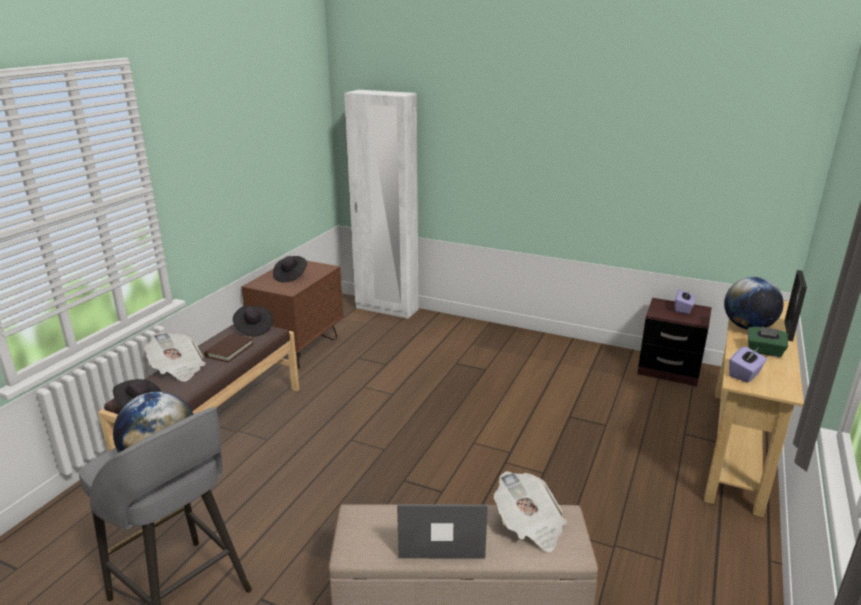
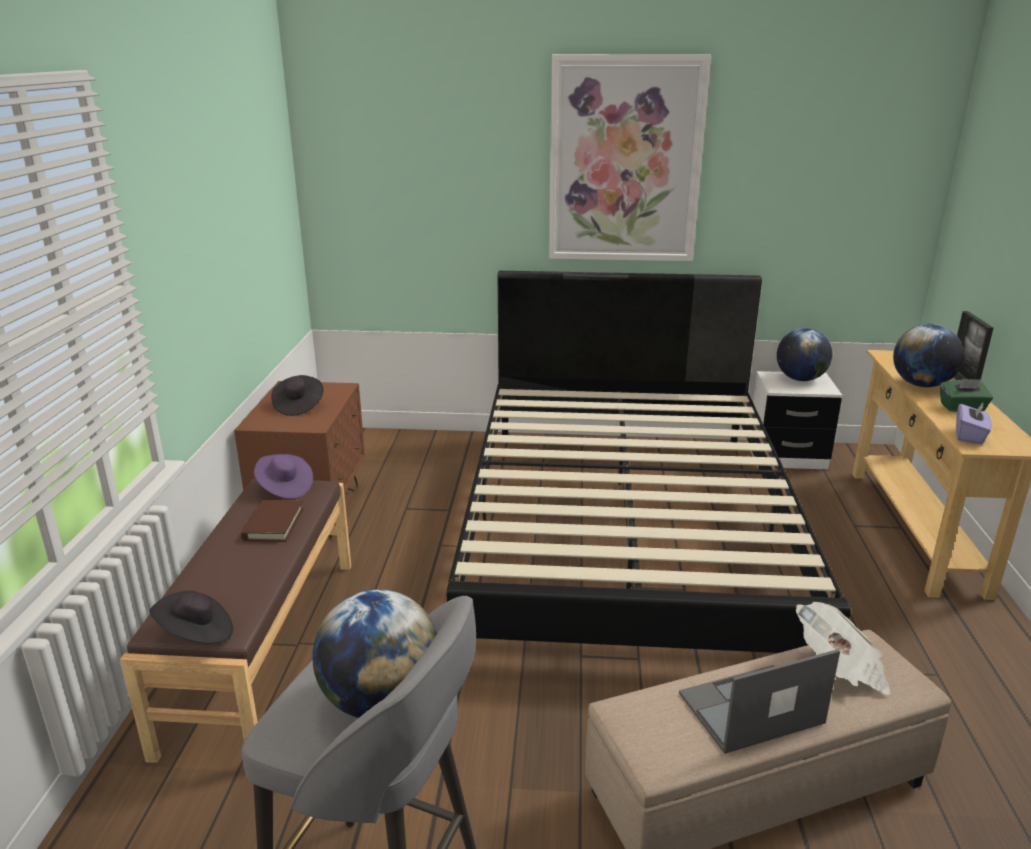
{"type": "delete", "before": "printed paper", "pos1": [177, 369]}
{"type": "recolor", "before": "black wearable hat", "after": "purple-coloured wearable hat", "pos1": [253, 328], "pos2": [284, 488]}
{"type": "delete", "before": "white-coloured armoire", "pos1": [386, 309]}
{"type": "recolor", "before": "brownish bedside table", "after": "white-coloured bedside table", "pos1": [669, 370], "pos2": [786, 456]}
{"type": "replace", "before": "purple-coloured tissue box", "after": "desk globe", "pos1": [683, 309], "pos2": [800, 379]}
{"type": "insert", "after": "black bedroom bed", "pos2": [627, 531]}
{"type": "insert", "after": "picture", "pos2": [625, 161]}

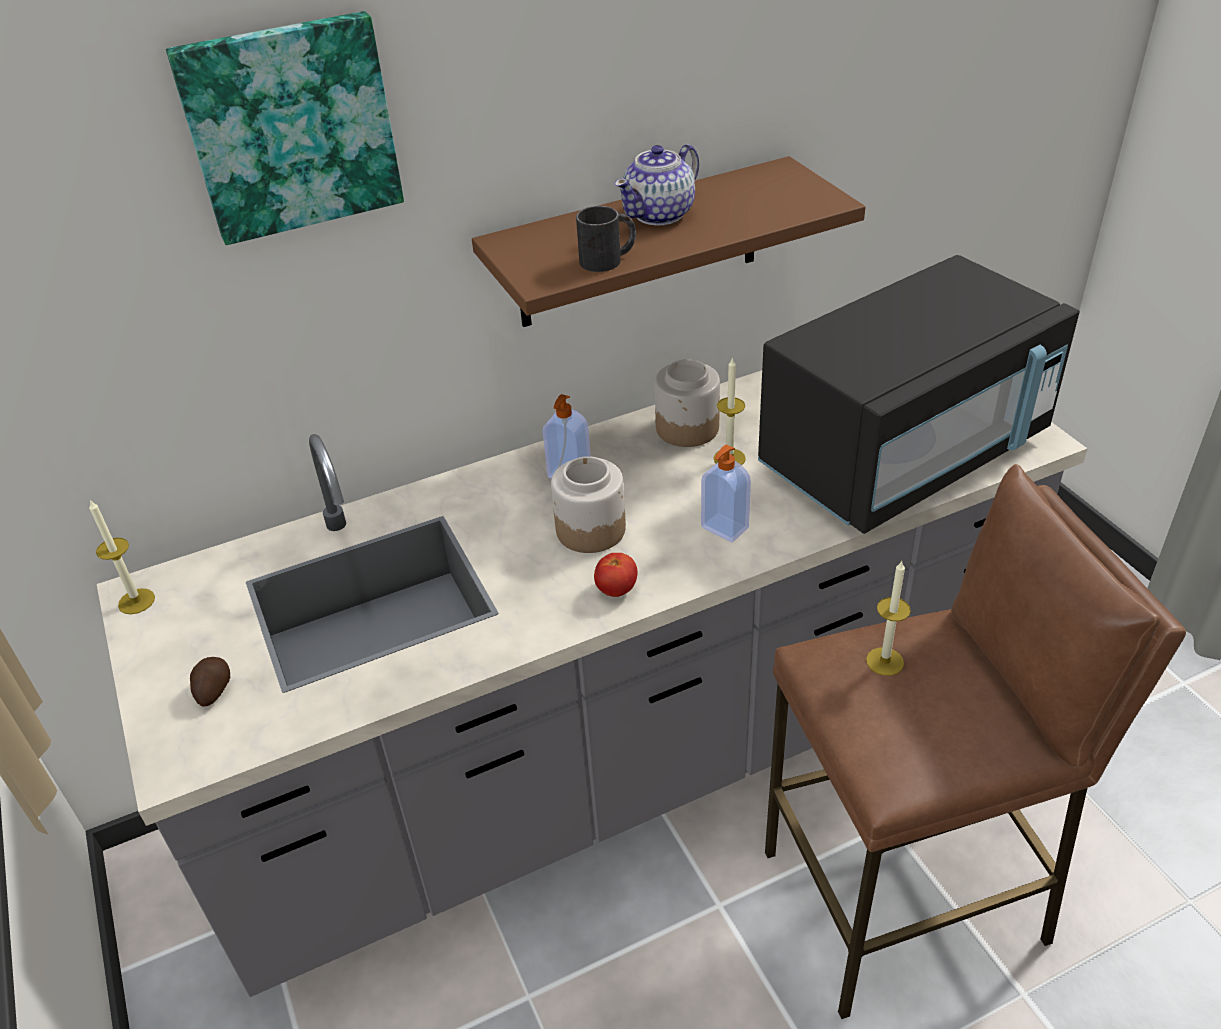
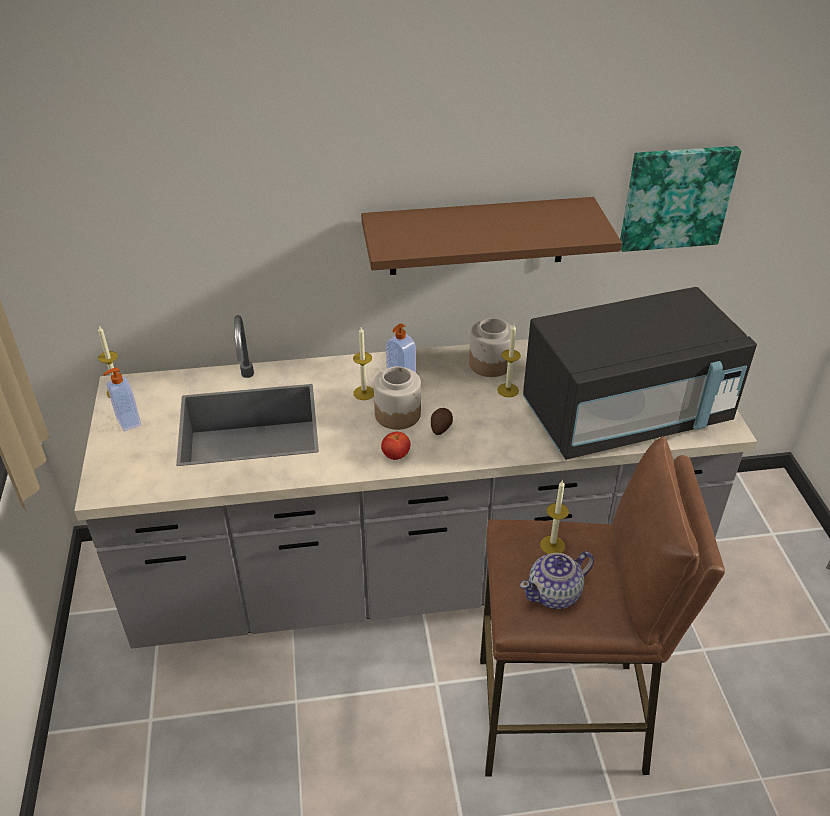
{"type": "move", "before": "picture", "pos1": [291, 127], "pos2": [675, 197]}
{"type": "move", "before": "spud", "pos1": [213, 690], "pos2": [440, 427]}
{"type": "delete", "before": "black coffee mug", "pos1": [608, 259]}
{"type": "move", "before": "teapot", "pos1": [660, 214], "pos2": [555, 594]}
{"type": "move", "before": "liquid soap bottle", "pos1": [723, 529], "pos2": [127, 422]}
{"type": "insert", "after": "candle", "pos2": [364, 393]}

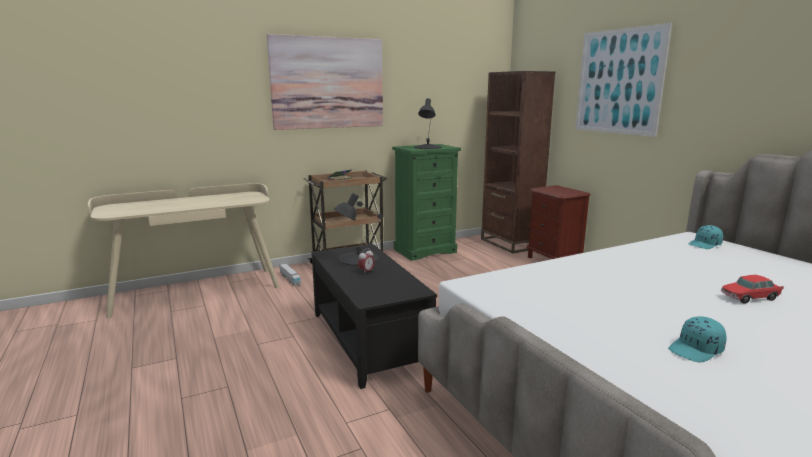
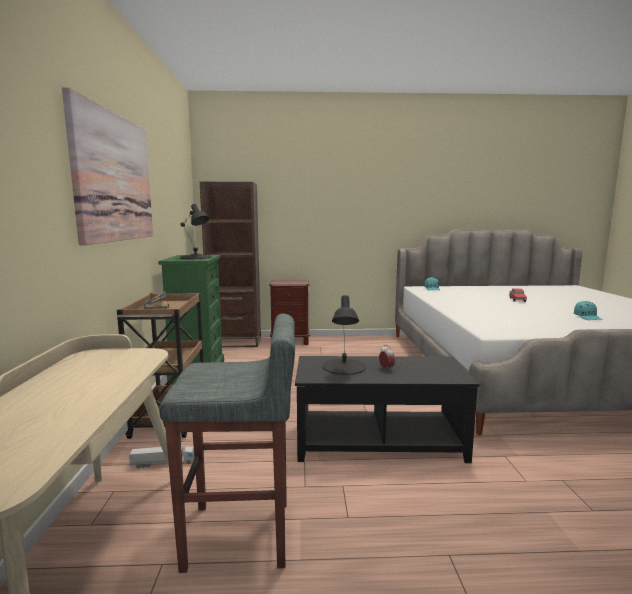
{"type": "delete", "before": "picture", "pos1": [618, 82]}
{"type": "insert", "after": "grey stool seat", "pos2": [240, 535]}

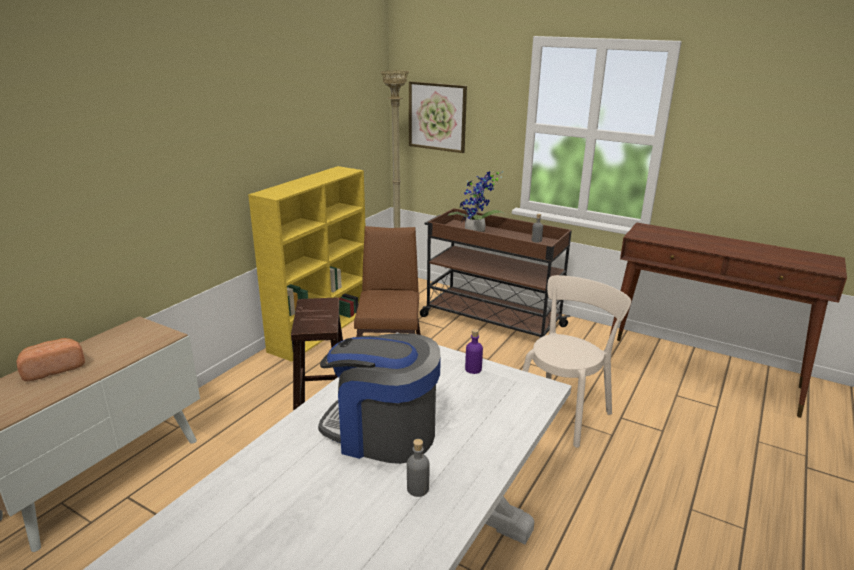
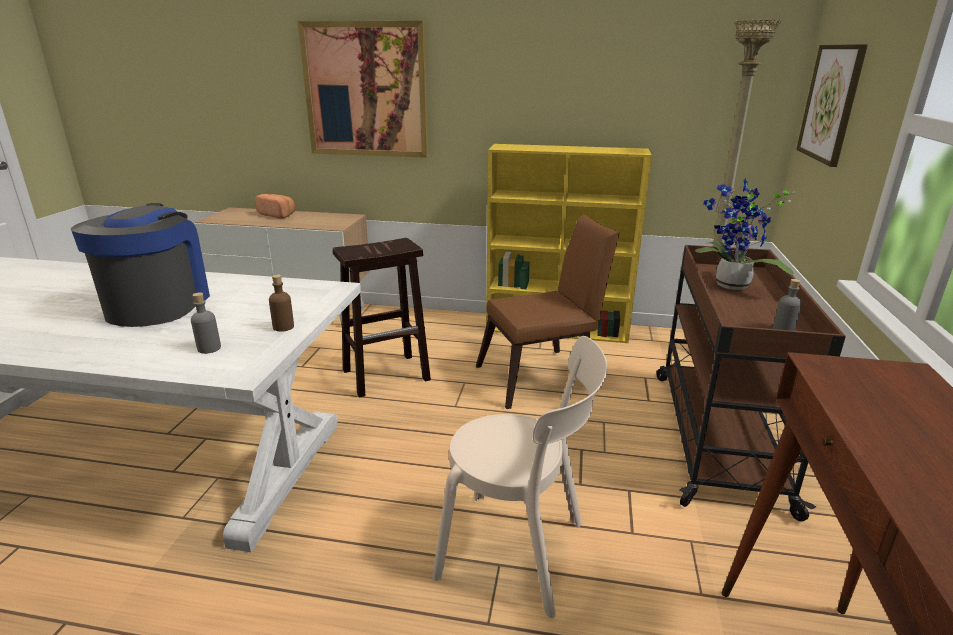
{"type": "move", "before": "grey beverage bottle", "pos1": [418, 489], "pos2": [209, 348]}
{"type": "recolor", "before": "purple-coloured beverage bottle", "after": "brownish beverage bottle", "pos1": [473, 369], "pos2": [283, 327]}
{"type": "insert", "after": "picture", "pos2": [366, 90]}

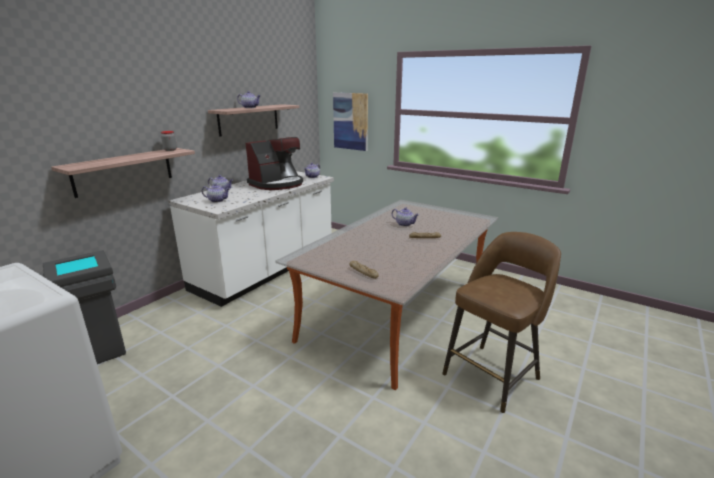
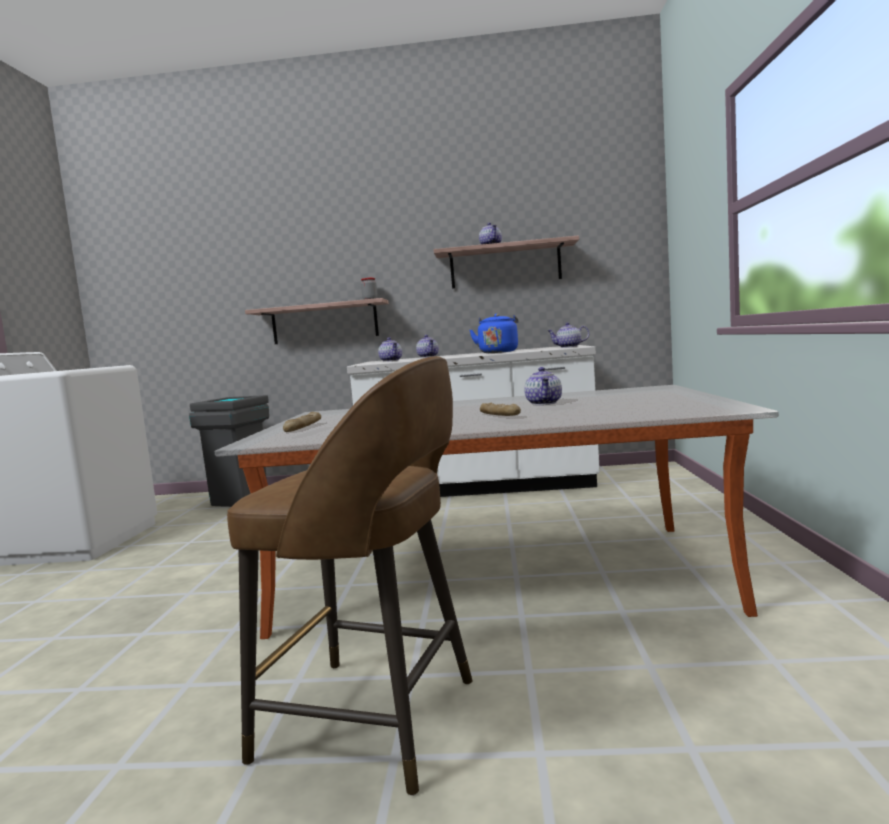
{"type": "replace", "before": "coffee maker", "after": "bluish tea kettle", "pos1": [277, 184], "pos2": [498, 352]}
{"type": "delete", "before": "picture", "pos1": [350, 121]}

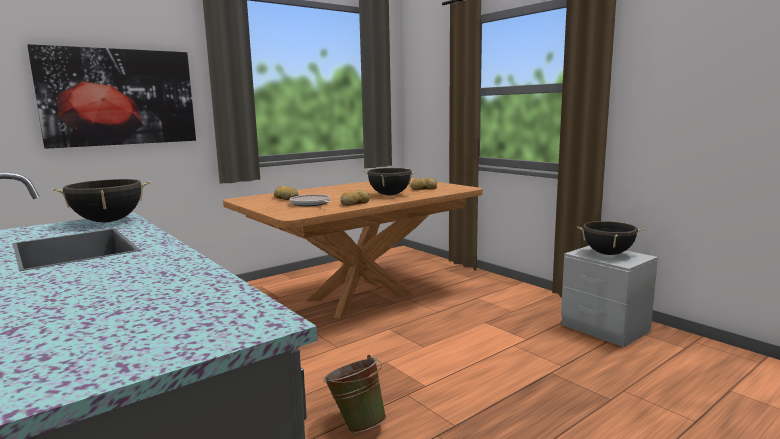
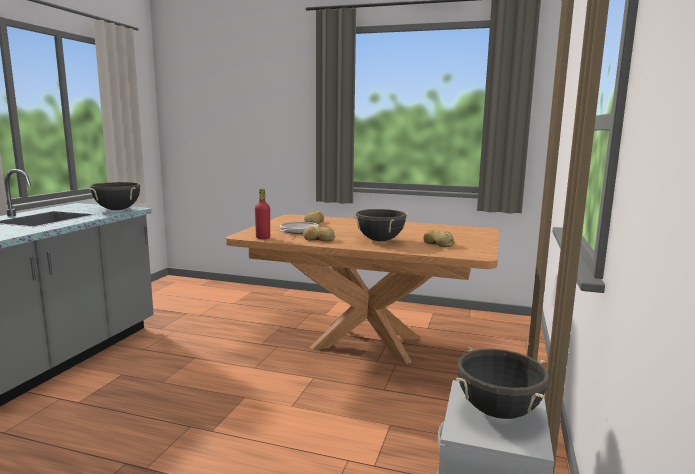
{"type": "delete", "before": "picture", "pos1": [119, 97]}
{"type": "delete", "before": "green-coloured bucket", "pos1": [356, 423]}
{"type": "insert", "after": "red beverage bottle", "pos2": [263, 238]}

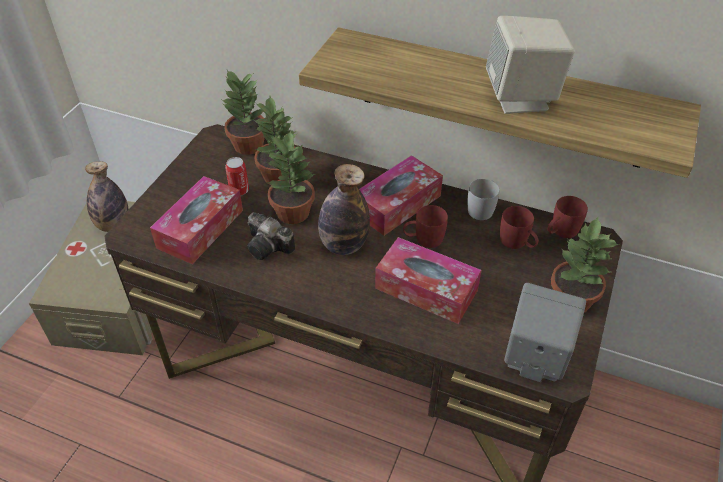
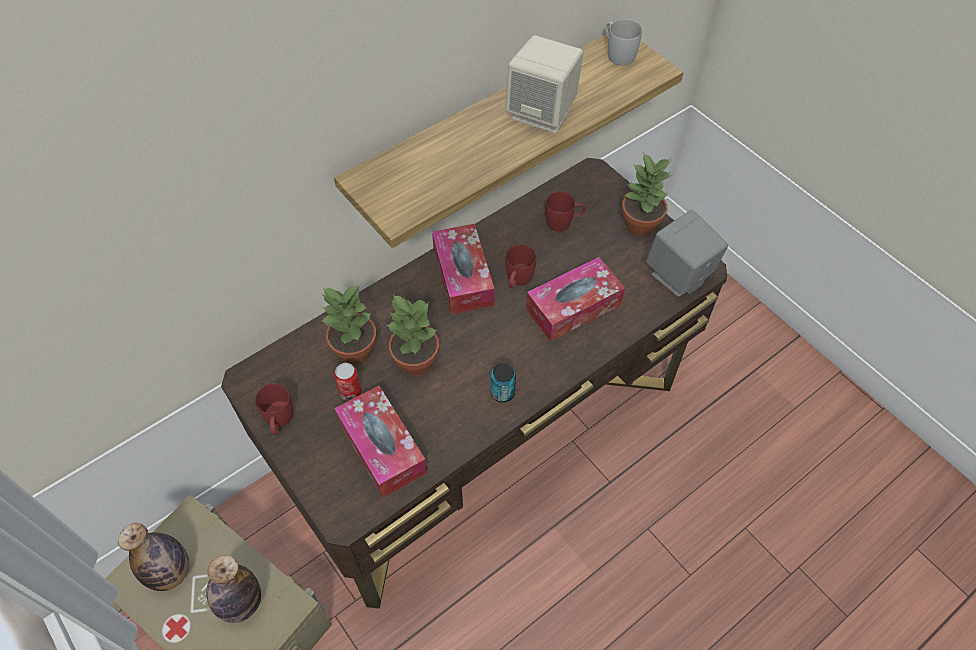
{"type": "delete", "before": "houseplant", "pos1": [247, 145]}
{"type": "delete", "before": "still camera", "pos1": [270, 247]}
{"type": "move", "before": "beverage bottle", "pos1": [343, 245], "pos2": [241, 603]}
{"type": "move", "before": "white-coloured coffee mug", "pos1": [482, 208], "pos2": [617, 54]}
{"type": "move", "before": "red coffee mug", "pos1": [560, 232], "pos2": [279, 421]}
{"type": "insert", "after": "metal can", "pos2": [502, 393]}

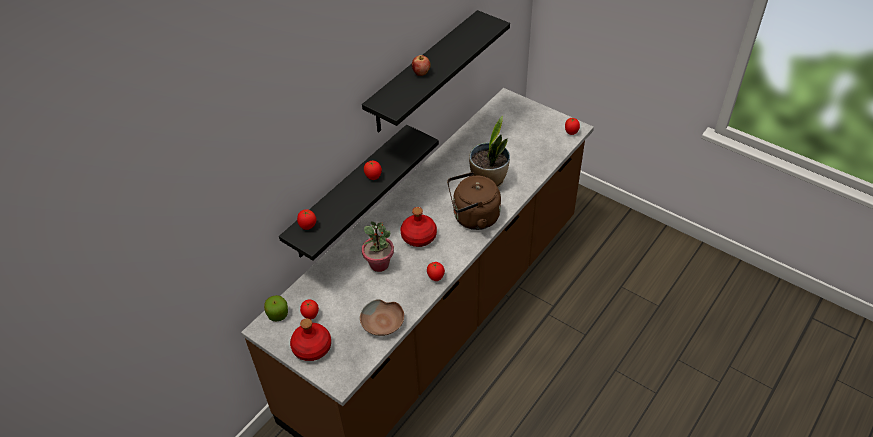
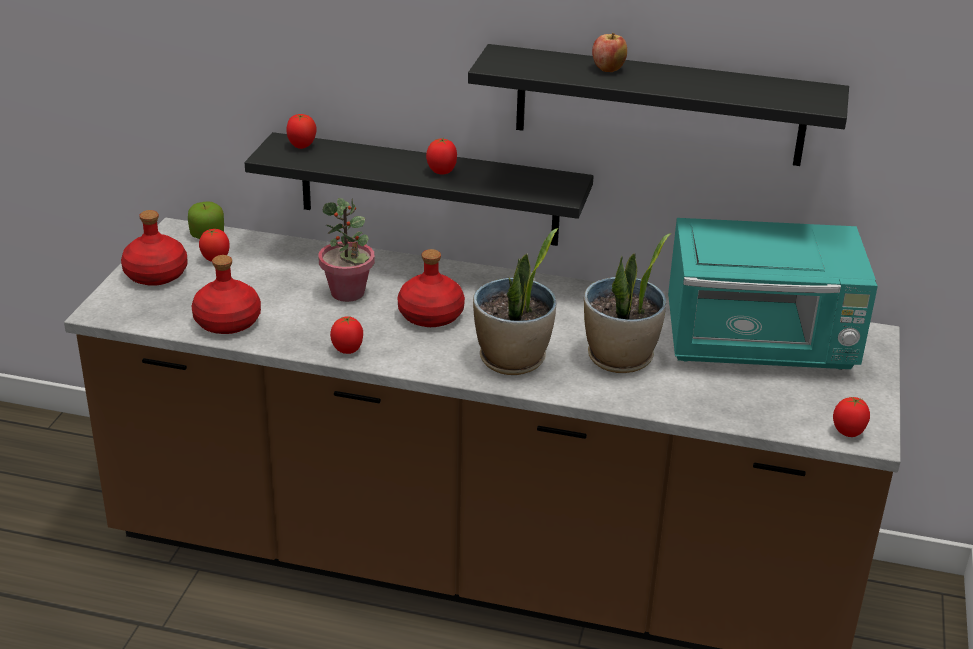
{"type": "replace", "before": "brownish bowl", "after": "red beverage bottle", "pos1": [383, 322], "pos2": [228, 322]}
{"type": "replace", "before": "brownish tea kettle", "after": "houseplant", "pos1": [473, 217], "pos2": [513, 360]}
{"type": "insert", "after": "turquoise microwave oven", "pos2": [761, 345]}

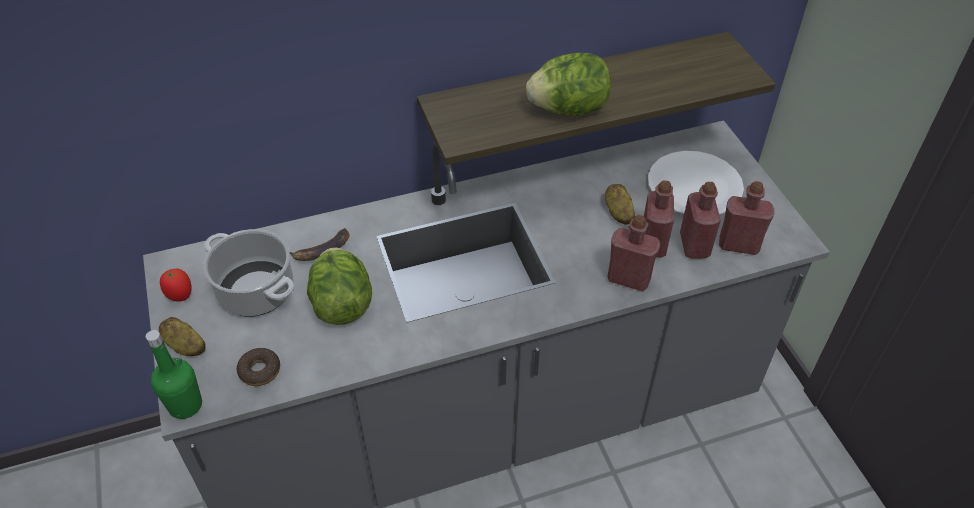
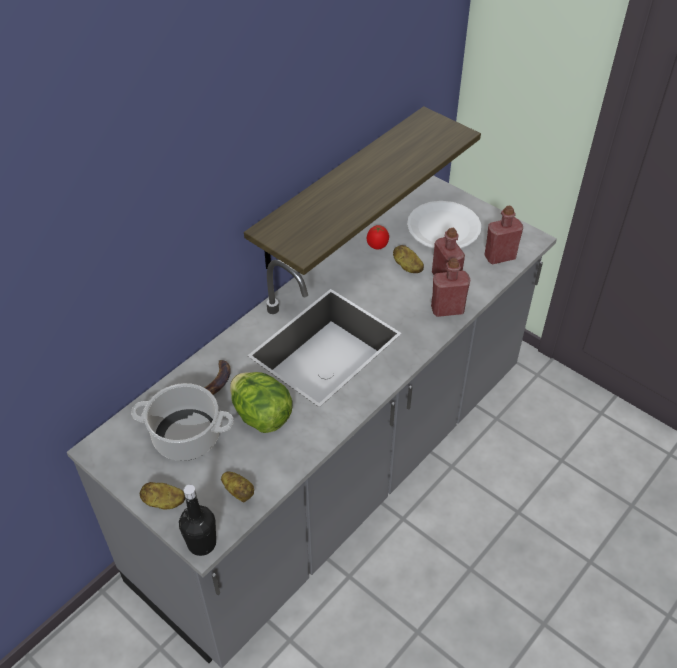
{"type": "recolor", "before": "green-coloured beverage bottle", "after": "black beverage bottle", "pos1": [185, 405], "pos2": [202, 543]}
{"type": "move", "before": "fresh tomato", "pos1": [180, 295], "pos2": [377, 246]}
{"type": "replace", "before": "doughnut", "after": "spud", "pos1": [260, 371], "pos2": [238, 491]}
{"type": "delete", "before": "lettuce head", "pos1": [569, 109]}
{"type": "delete", "before": "red beverage bottle", "pos1": [694, 245]}

